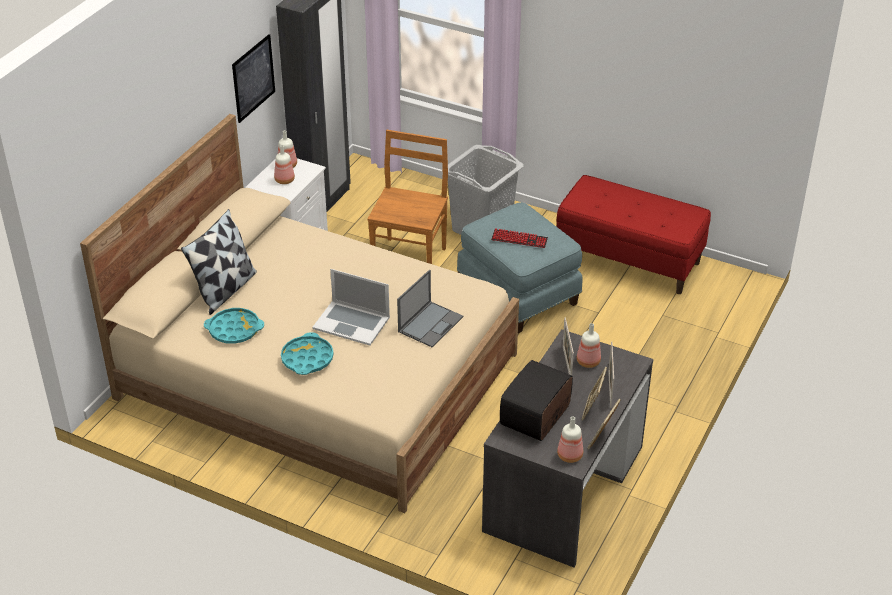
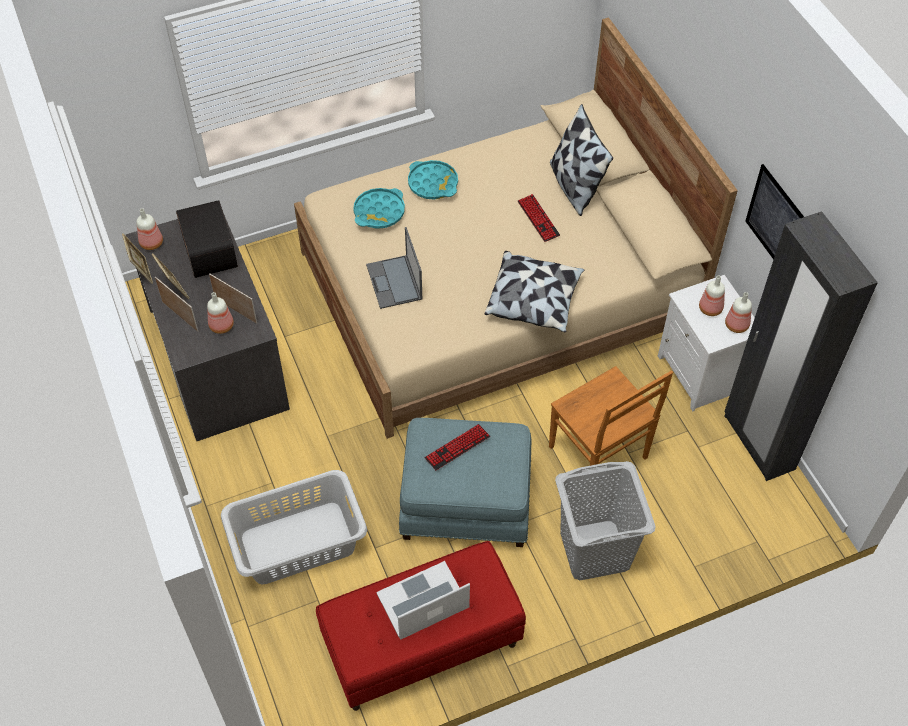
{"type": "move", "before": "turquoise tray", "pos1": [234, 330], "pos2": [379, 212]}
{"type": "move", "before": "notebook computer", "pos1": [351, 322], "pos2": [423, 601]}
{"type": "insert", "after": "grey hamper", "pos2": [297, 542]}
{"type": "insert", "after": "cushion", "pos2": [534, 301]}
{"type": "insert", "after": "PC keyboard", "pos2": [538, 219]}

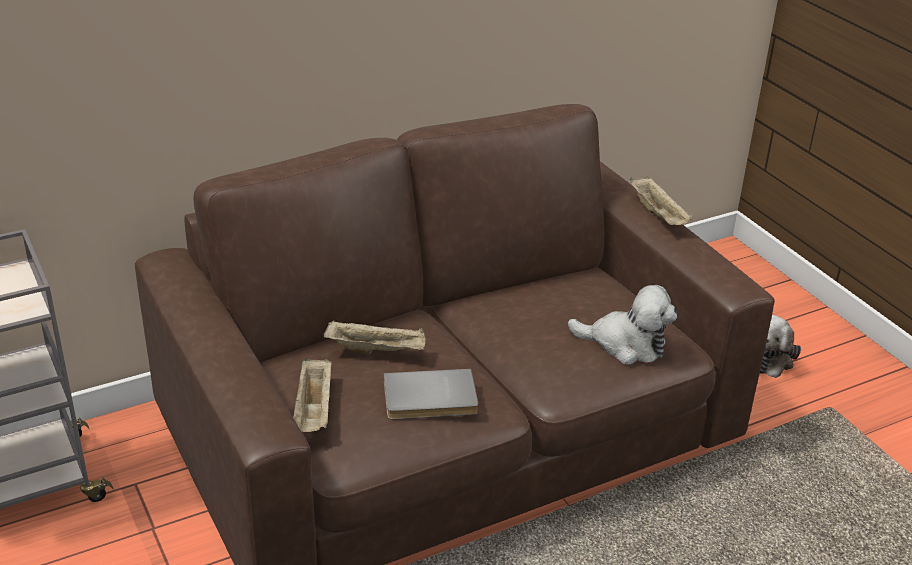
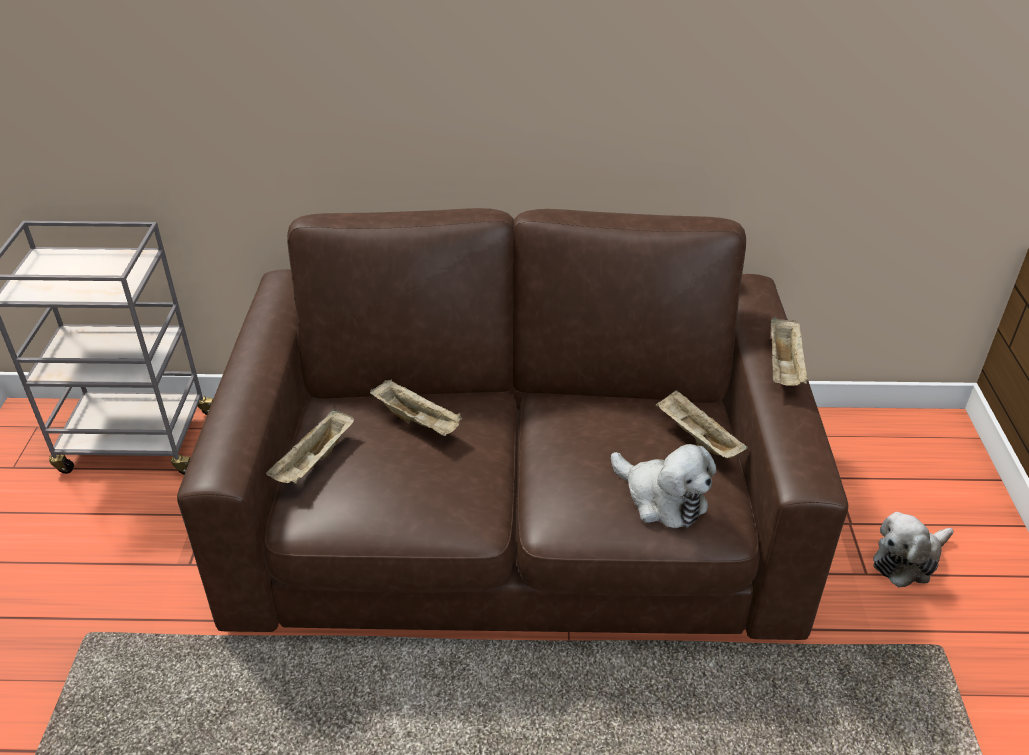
{"type": "delete", "before": "grey volume", "pos1": [430, 399]}
{"type": "insert", "after": "beige-coloured tray", "pos2": [696, 438]}

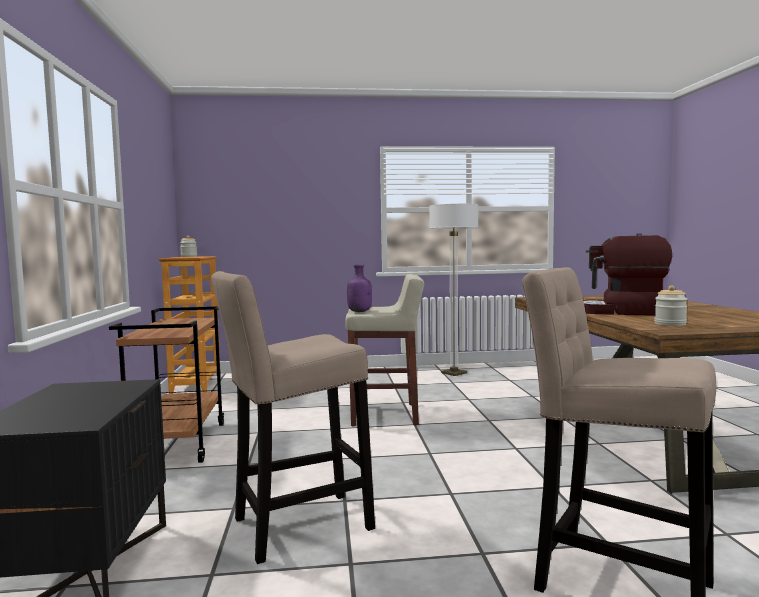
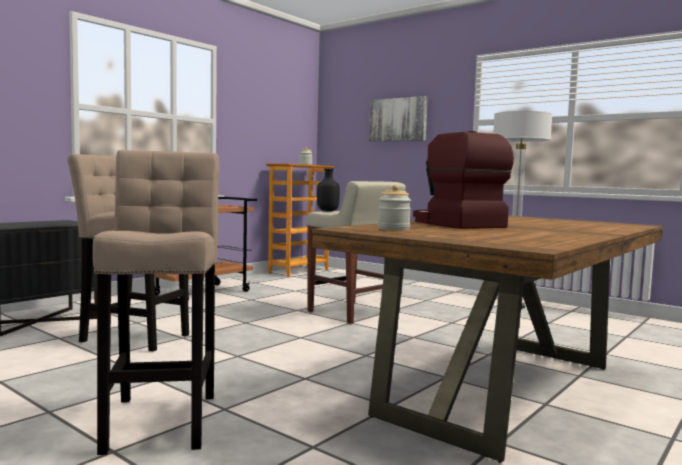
{"type": "recolor", "before": "purple-coloured beverage bottle", "after": "black beverage bottle", "pos1": [360, 311], "pos2": [328, 211]}
{"type": "insert", "after": "picture", "pos2": [398, 120]}

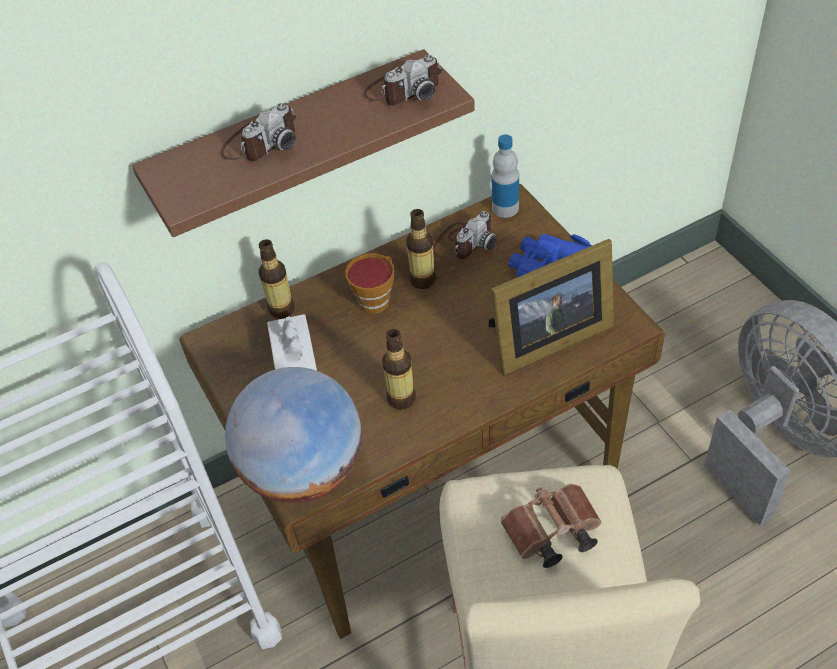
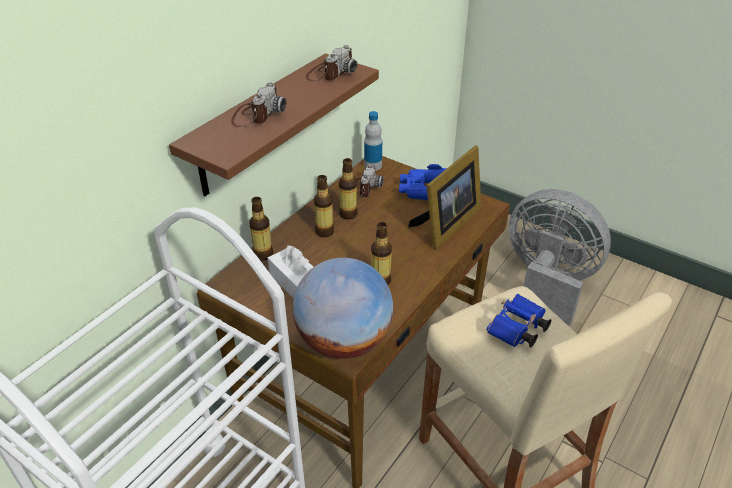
{"type": "replace", "before": "drinking cup", "after": "beverage bottle", "pos1": [376, 298], "pos2": [324, 232]}
{"type": "recolor", "before": "brownish pair of binoculars", "after": "bluish pair of binoculars", "pos1": [550, 534], "pos2": [517, 331]}

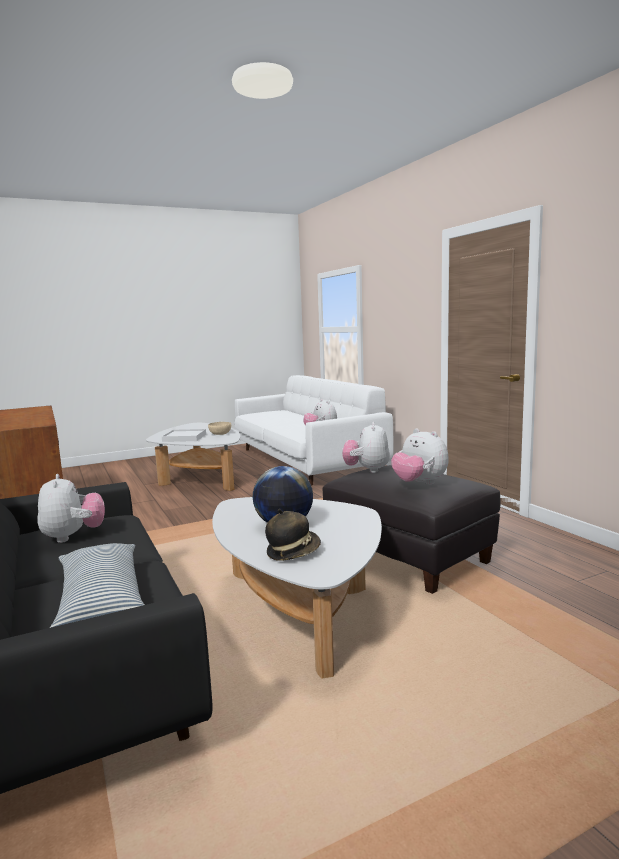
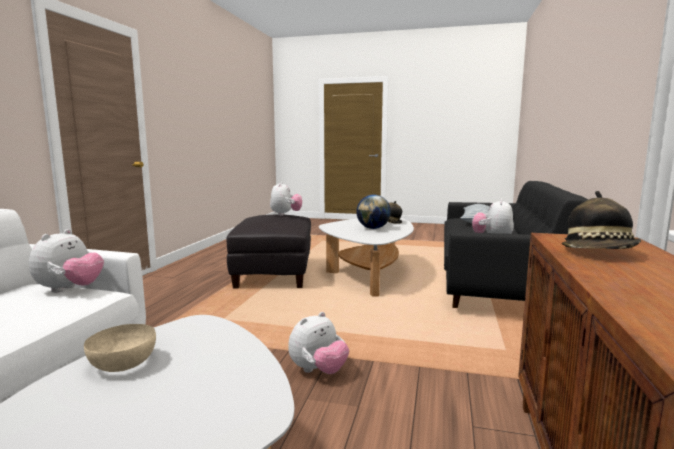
{"type": "delete", "before": "white-coloured tray", "pos1": [184, 437]}
{"type": "move", "before": "plush toy", "pos1": [367, 470], "pos2": [318, 371]}
{"type": "insert", "after": "wearable hat", "pos2": [599, 253]}

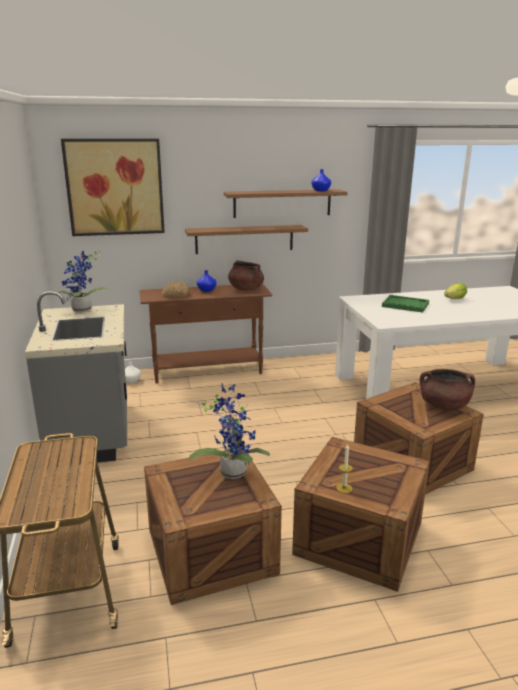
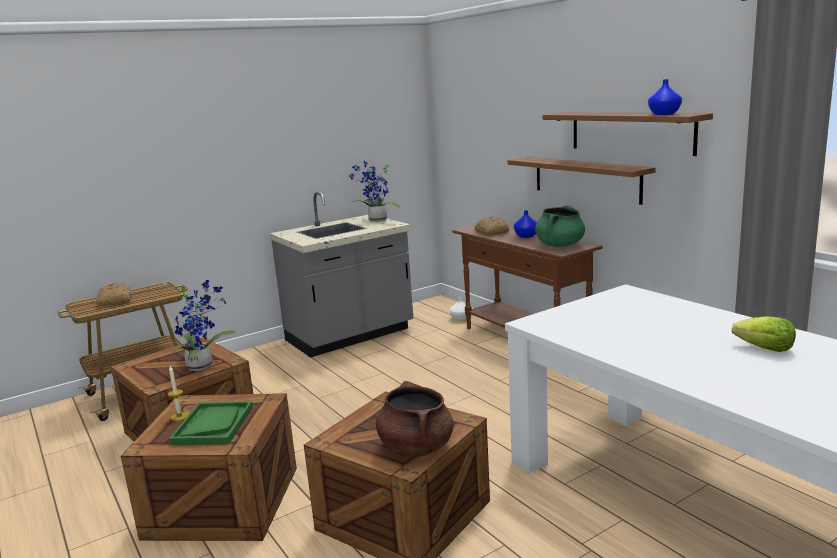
{"type": "delete", "before": "picture", "pos1": [115, 187]}
{"type": "recolor", "before": "brownish cooking pot", "after": "green-coloured cooking pot", "pos1": [245, 289], "pos2": [560, 245]}
{"type": "move", "before": "green-coloured tray", "pos1": [405, 305], "pos2": [213, 425]}
{"type": "insert", "after": "bakery bread", "pos2": [115, 301]}

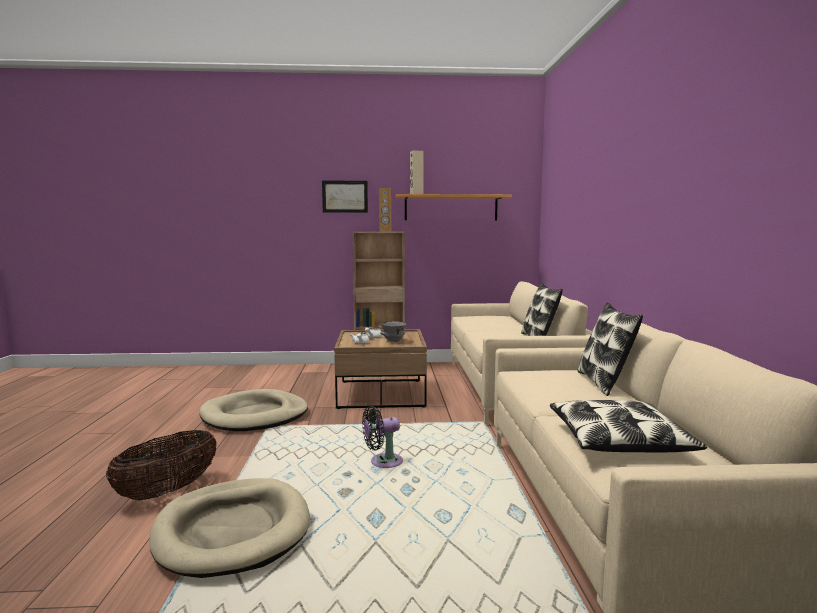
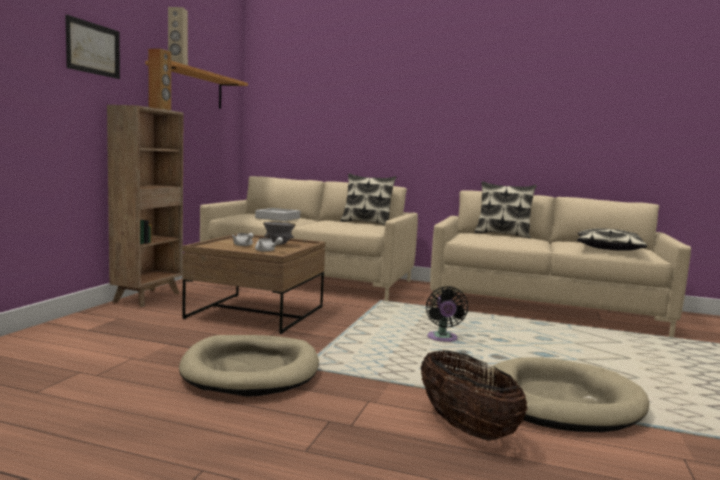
{"type": "insert", "after": "grey tray", "pos2": [278, 218]}

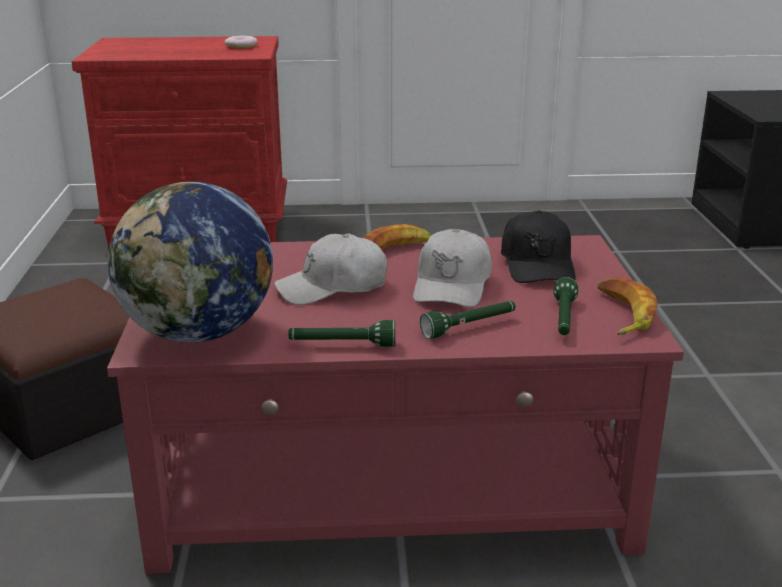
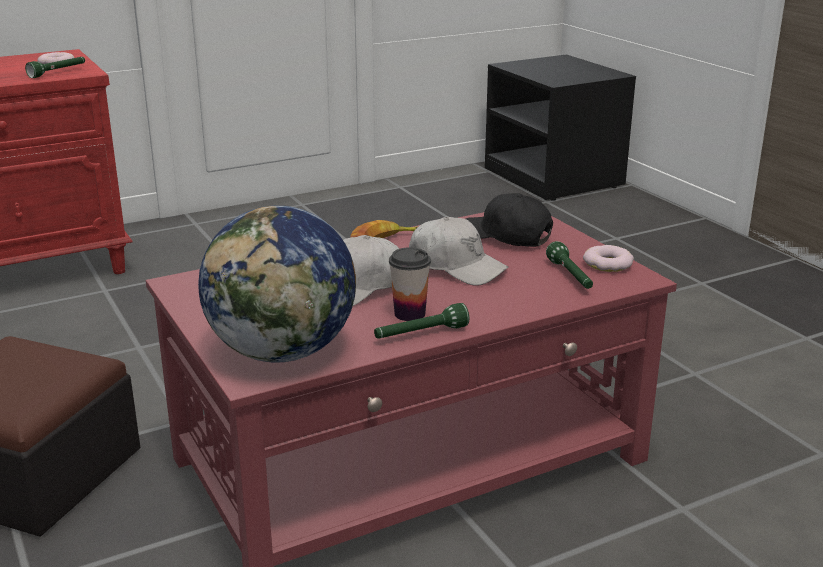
{"type": "rotate", "before": "white-coloured baseball cap", "pos1": [452, 285], "pos2": [456, 266], "turn": -45}
{"type": "move", "before": "green-coloured hand torch", "pos1": [470, 327], "pos2": [58, 72]}
{"type": "rotate", "before": "black baseball cap", "pos1": [538, 264], "pos2": [506, 236], "turn": 150}
{"type": "replace", "before": "banana fruit", "after": "doughnut", "pos1": [621, 314], "pos2": [608, 264]}
{"type": "insert", "after": "drinking cup", "pos2": [409, 314]}

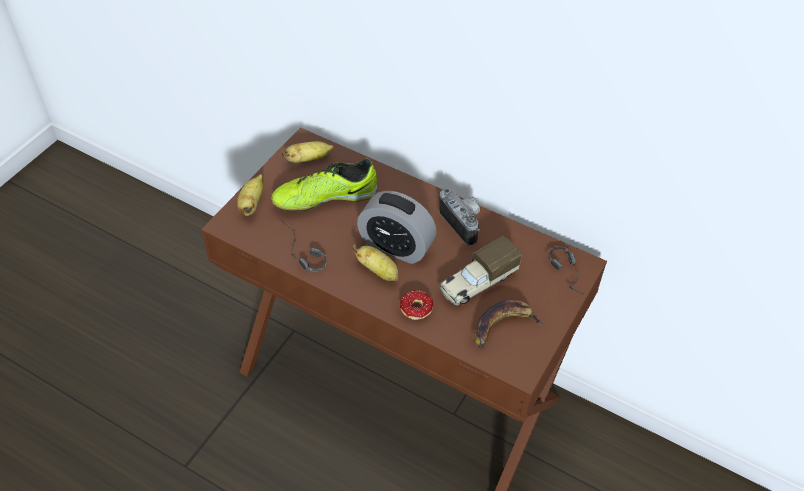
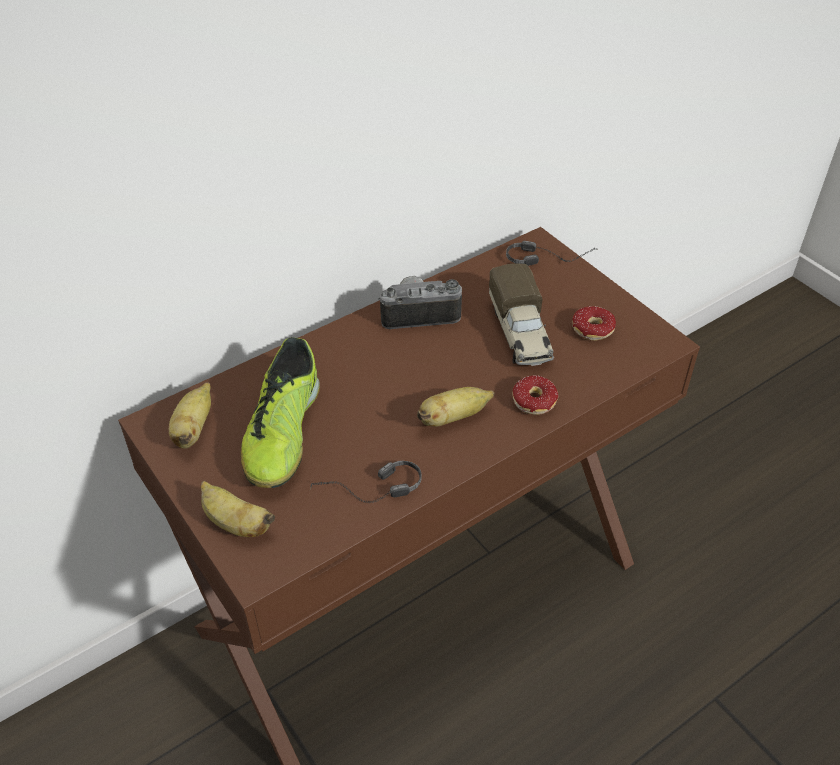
{"type": "delete", "before": "alarm clock", "pos1": [396, 246]}
{"type": "replace", "before": "banana fruit", "after": "doughnut", "pos1": [503, 326], "pos2": [595, 335]}

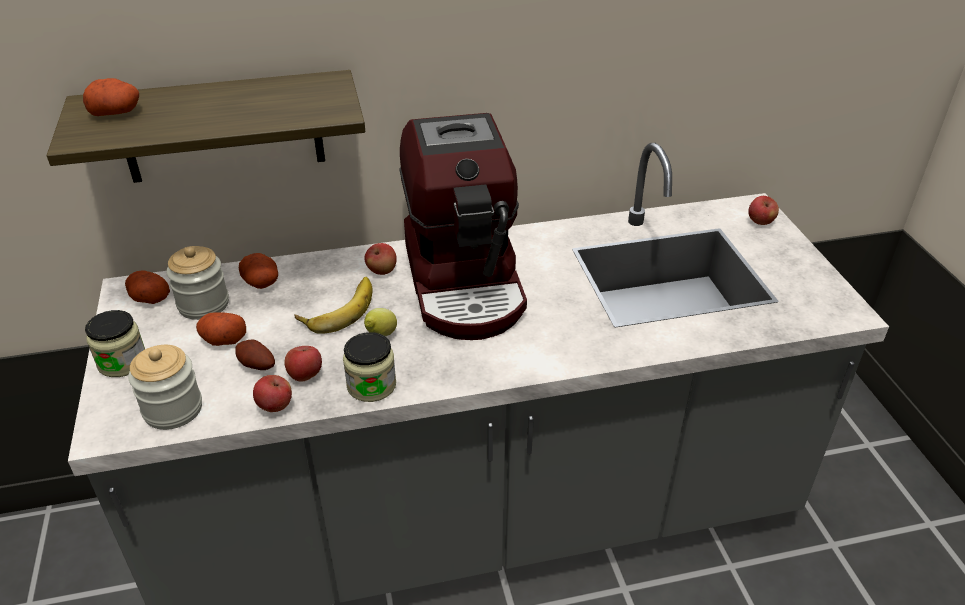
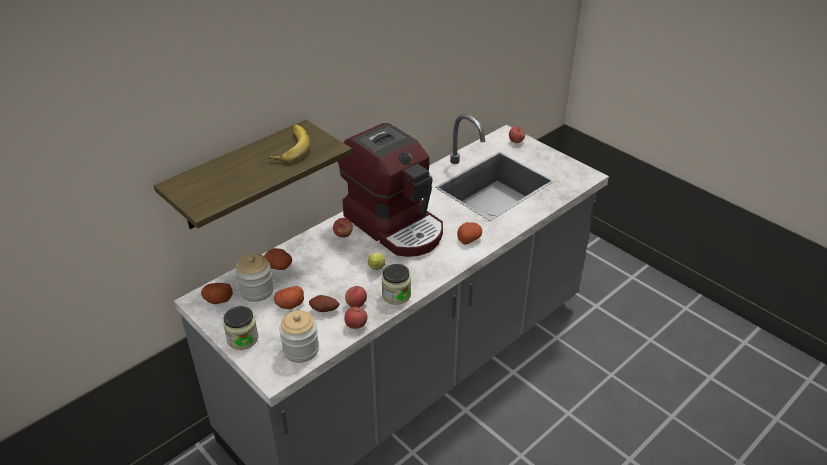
{"type": "move", "before": "spud", "pos1": [117, 112], "pos2": [469, 238]}
{"type": "move", "before": "banana fruit", "pos1": [338, 308], "pos2": [289, 147]}

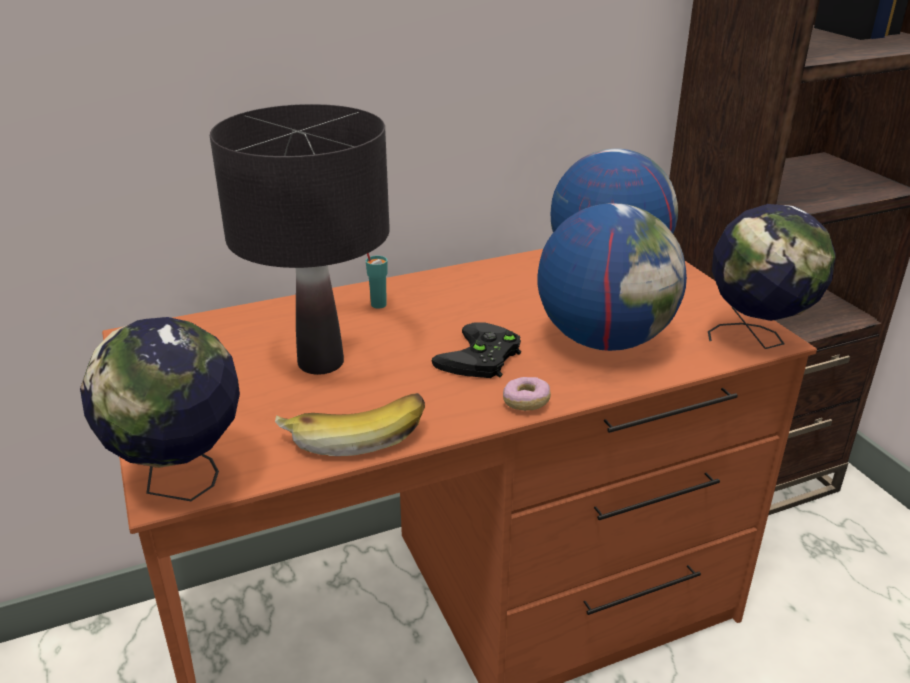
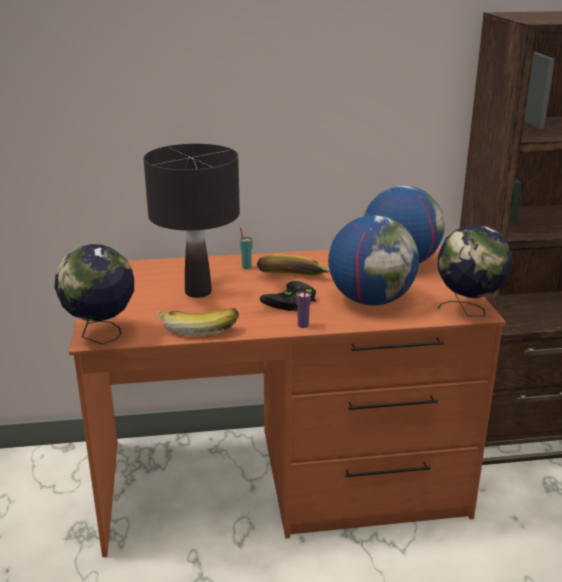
{"type": "replace", "before": "doughnut", "after": "purple-coloured drinking cup", "pos1": [526, 402], "pos2": [303, 325]}
{"type": "insert", "after": "banana fruit", "pos2": [292, 278]}

